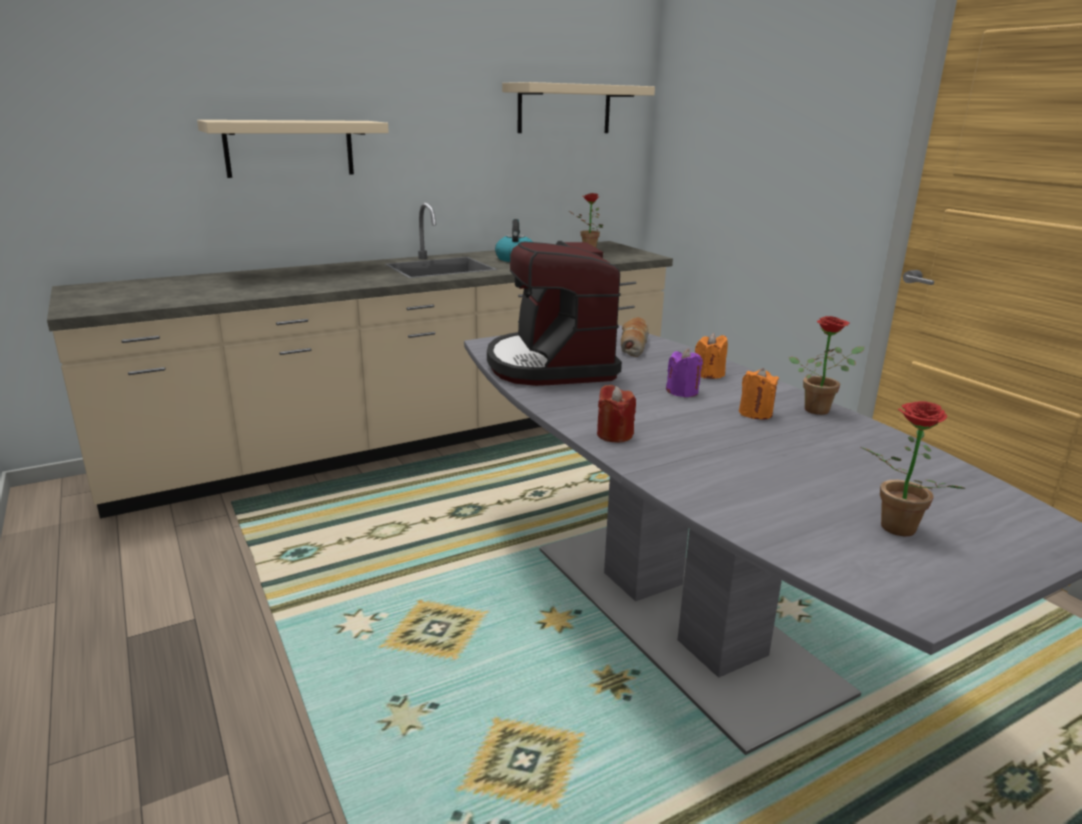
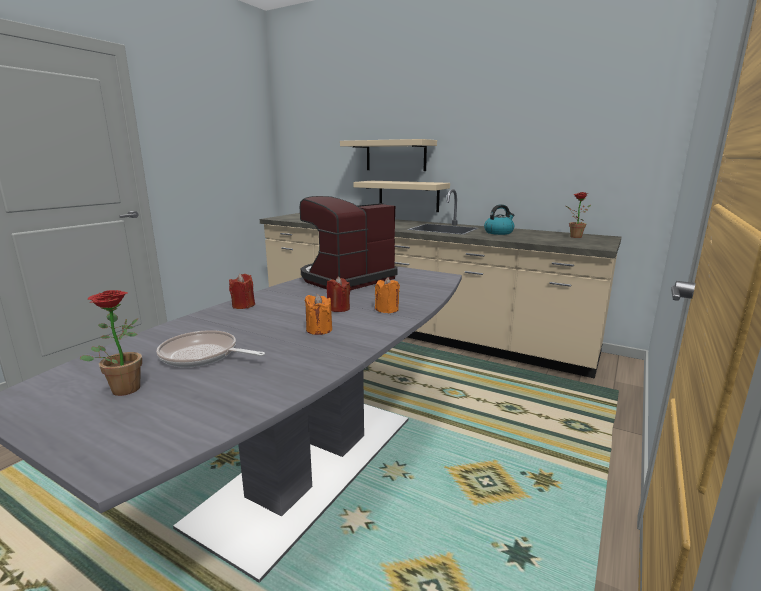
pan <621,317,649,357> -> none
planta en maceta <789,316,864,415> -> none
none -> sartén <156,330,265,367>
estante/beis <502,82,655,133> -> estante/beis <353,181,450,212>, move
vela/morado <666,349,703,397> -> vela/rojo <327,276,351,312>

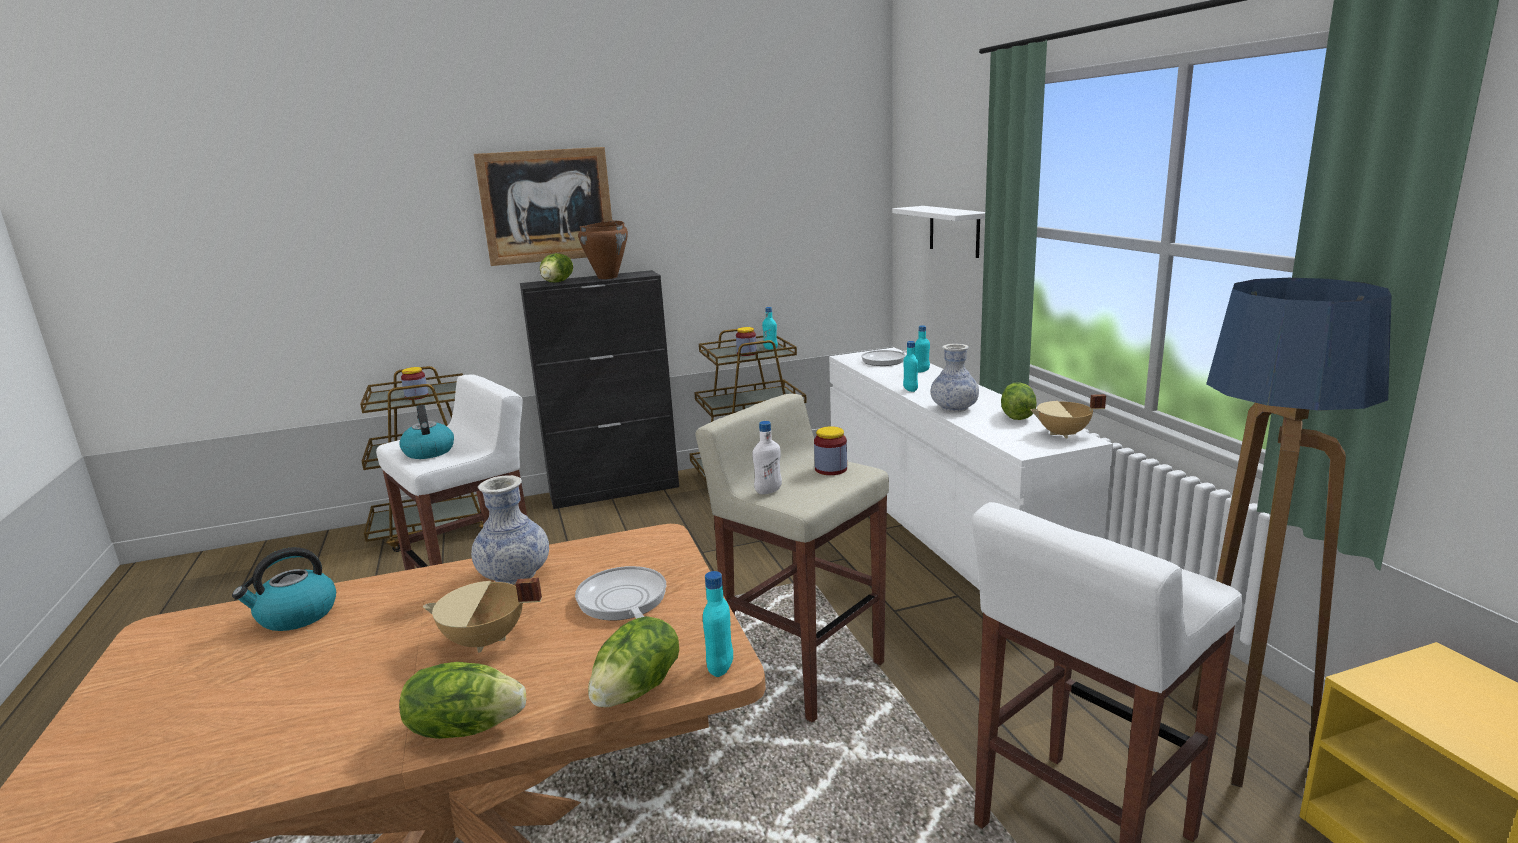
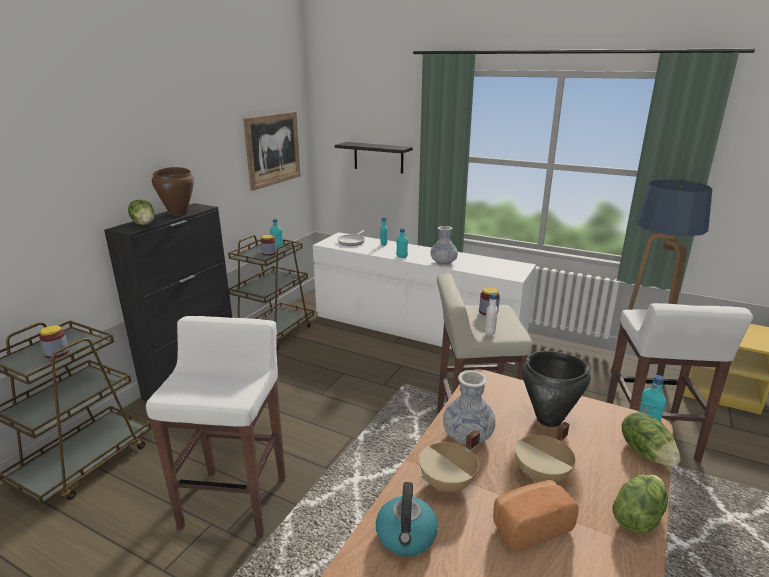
hervidor <399,405,454,459> -> none
lechuga <1001,382,1037,420> -> none
none -> pan <493,480,579,552>
cuadro <474,147,612,266> -> cuadro <243,111,301,191>, move
olla/beis <1031,394,1106,439> -> olla/beis <419,430,480,492>, move
sartén <575,566,666,620> -> olla/negro <522,351,591,427>
estante/blanco <893,206,985,258> -> estante/negro <335,142,413,174>

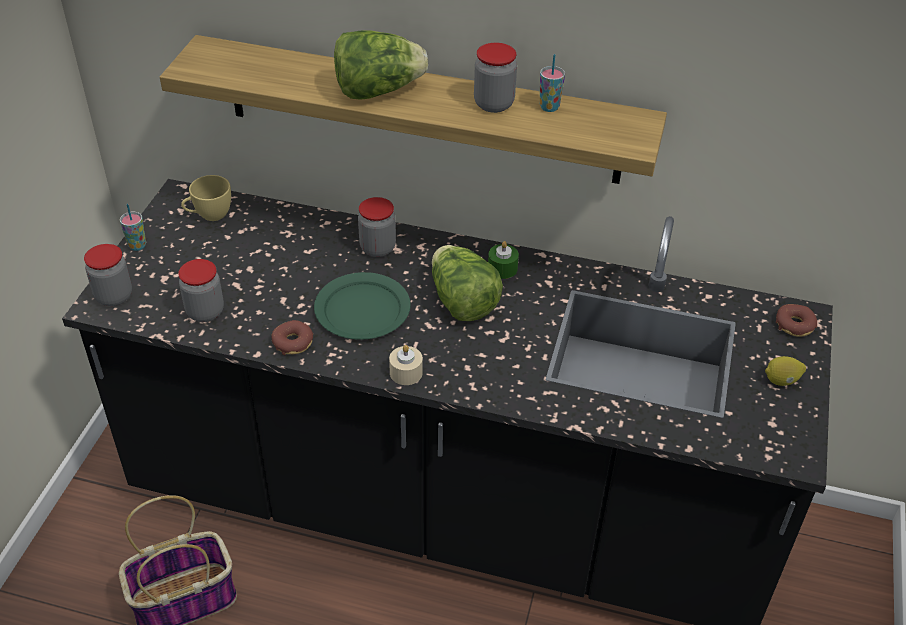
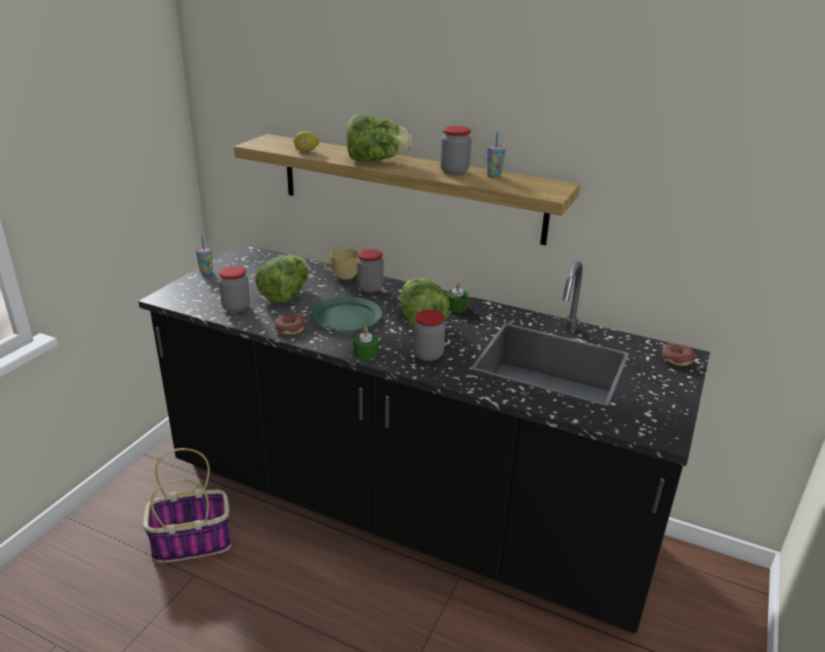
none -> lechuga <255,255,308,304>
tarro <84,244,132,306> -> tarro <413,310,445,361>, move
taza/amarillo <181,175,231,221> -> taza/amarillo <324,248,359,280>, move
limón <765,356,806,386> -> limón <293,131,320,152>, move
vela/beis <389,345,423,385> -> vela/verde <353,327,378,360>

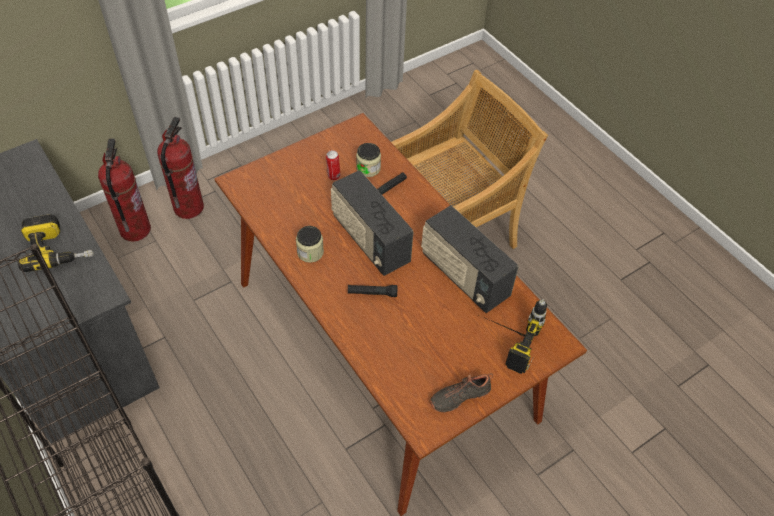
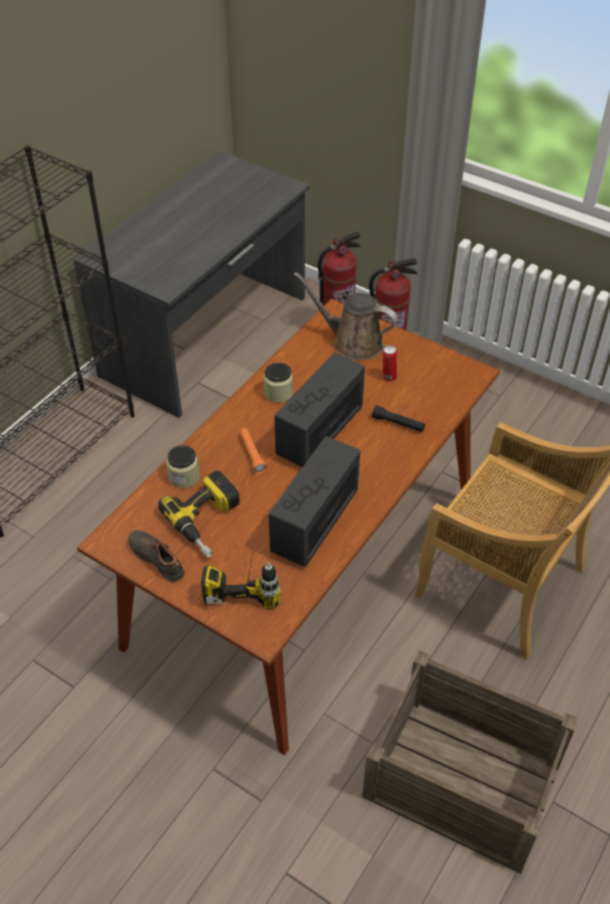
none -> regadera/marrón <294,272,398,360>
none -> caja de embalaje <362,650,579,873>
taladro <18,214,94,272> -> taladro <158,471,240,558>, move
tarro <356,143,381,177> -> tarro <166,445,200,488>, move
linterna/negro <348,285,398,297> -> linterna/naranja <239,428,267,474>

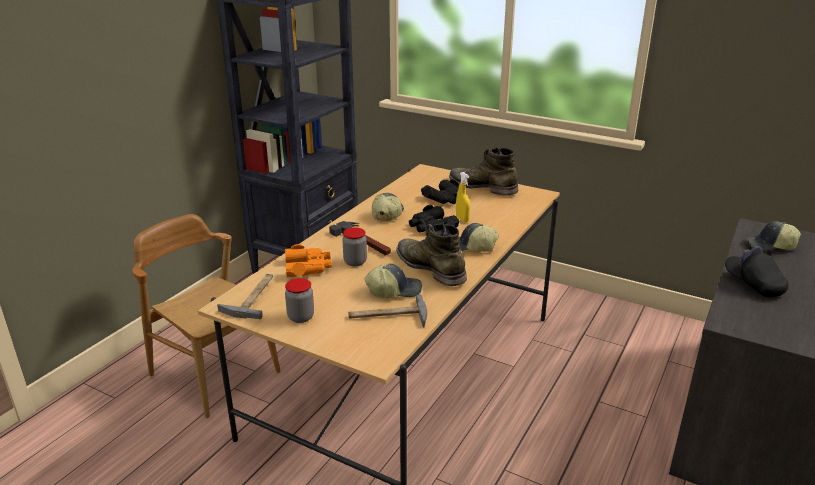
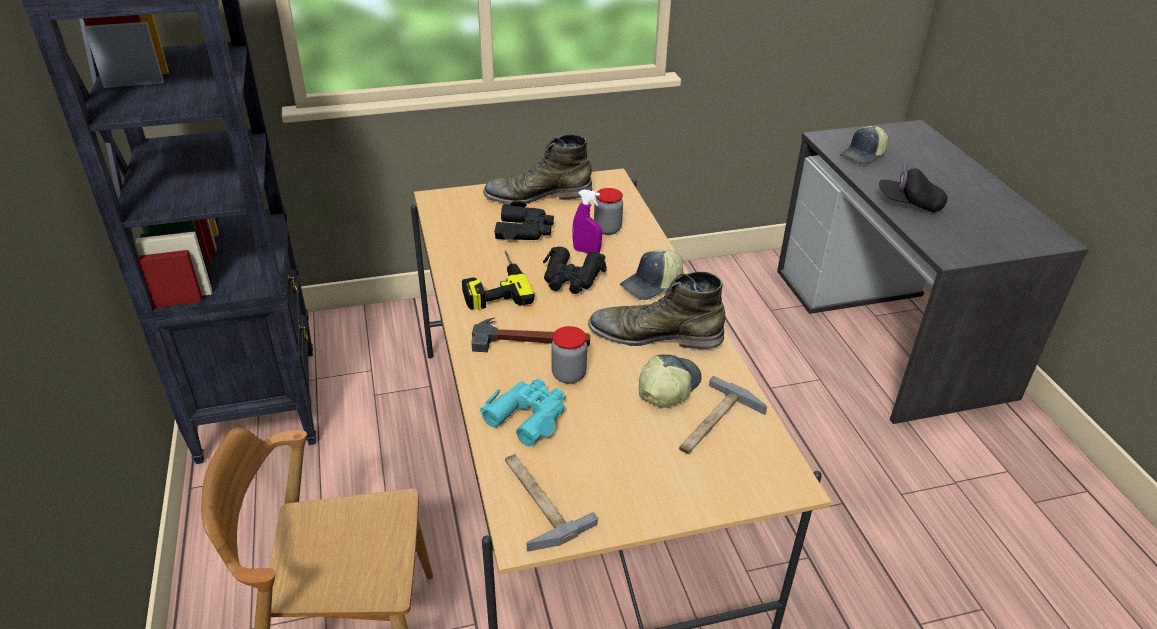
tarro <285,278,314,323> -> tarro <594,188,623,235>, move
gorra <372,193,404,221> -> taladro <462,251,535,310>
prismáticos/naranja <285,244,332,277> -> prismáticos/turquesa <480,379,565,446>
pulverizador/amarillo <456,172,470,222> -> pulverizador/morado <572,190,602,253>

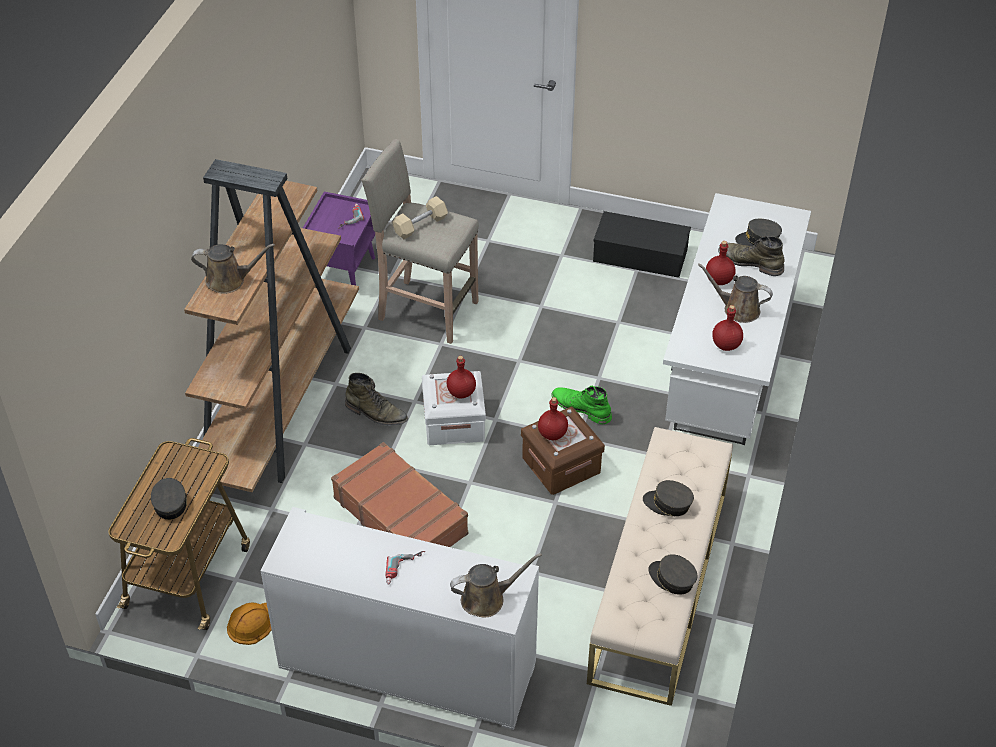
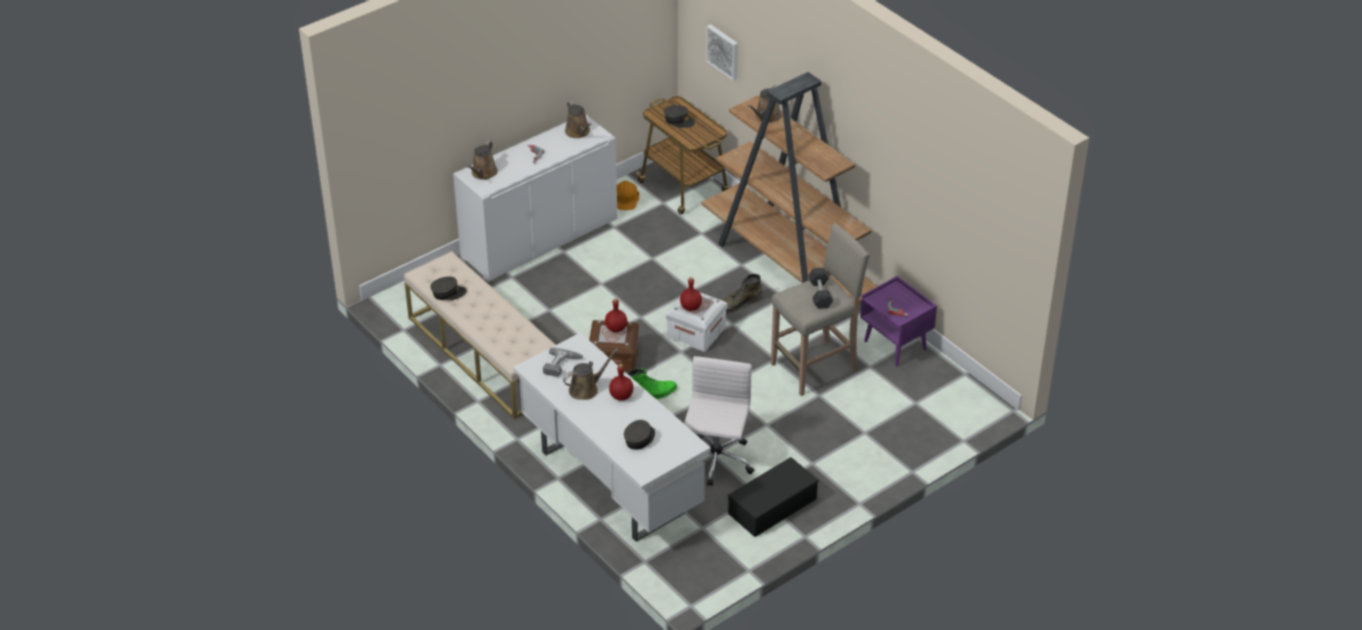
maleta/marrón <331,442,468,547> -> none
gorra/gris <643,480,694,516> -> none
bota/verde <718,236,785,276> -> none
none -> regadera/marrón <565,101,591,138>
none -> silla de oficina/blanco <684,356,754,486>
none -> cuadro <706,24,738,81>
botella/rojo <712,305,743,351> -> taladro <543,348,583,377>
mancuerna/beis <392,196,448,239> -> mancuerna/negro <808,268,833,309>

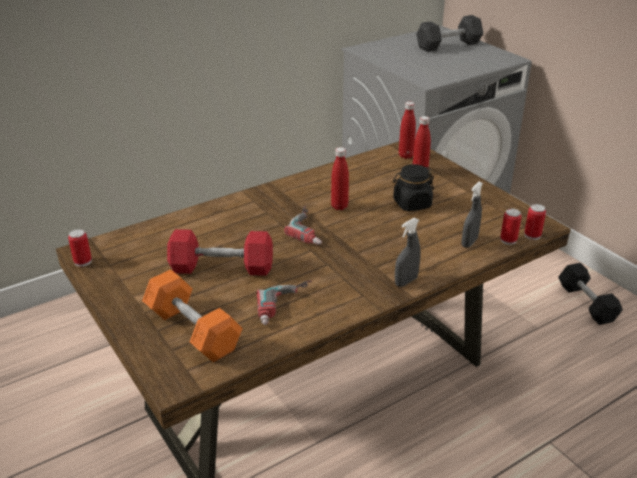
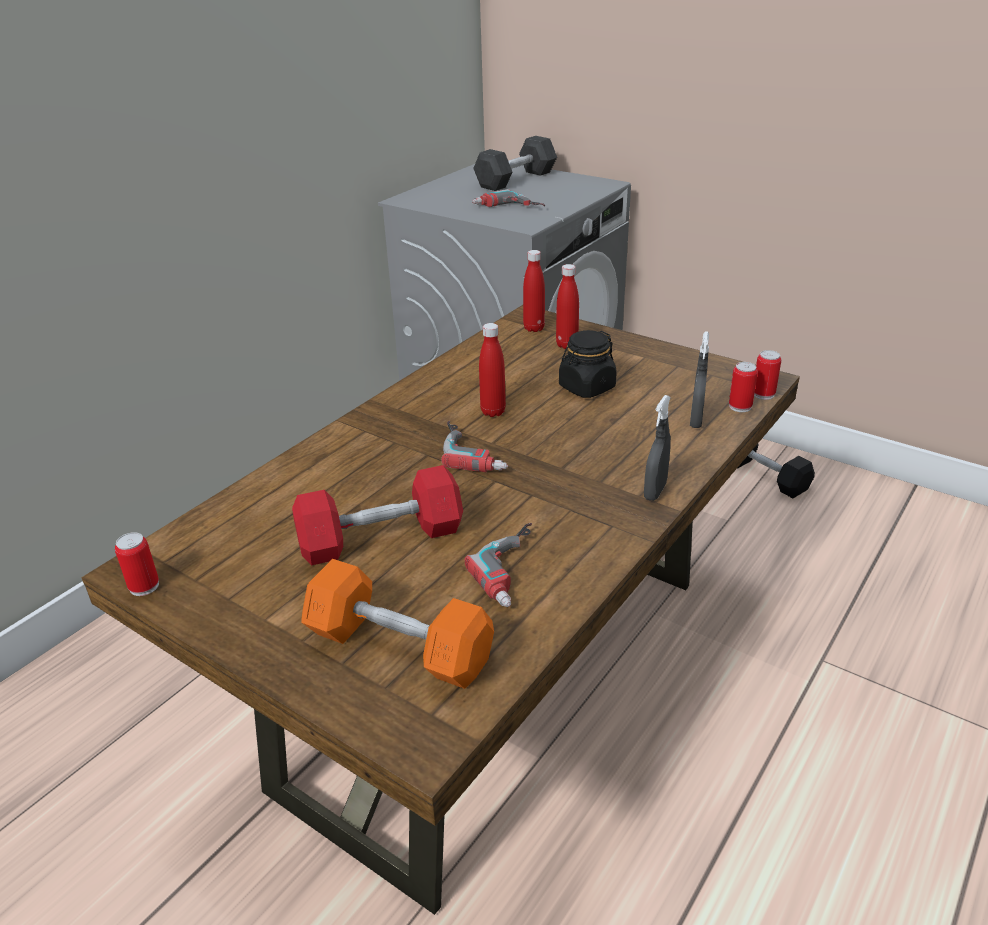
none -> taladro <472,189,545,207>

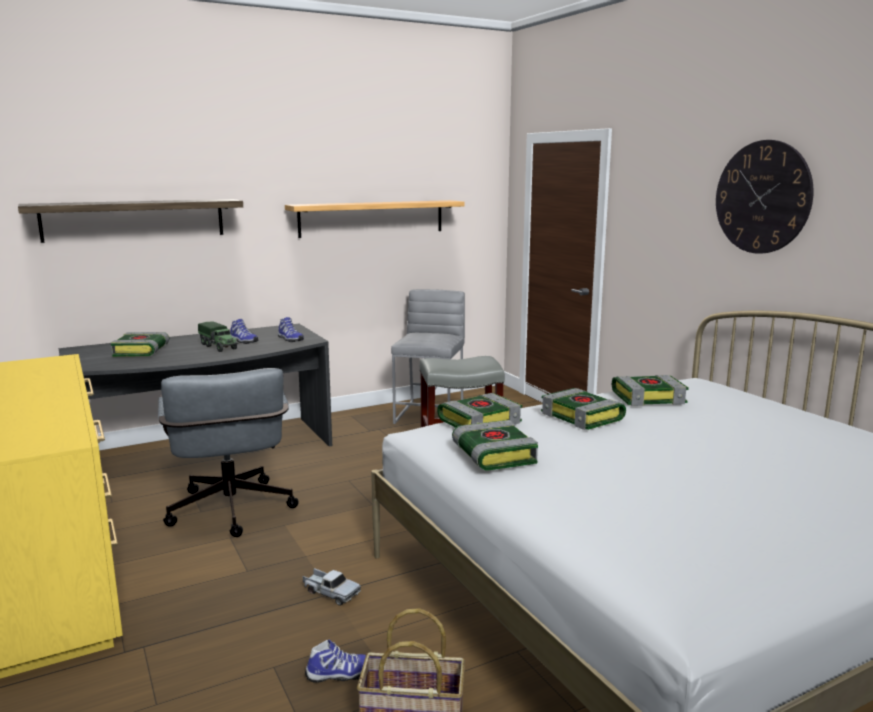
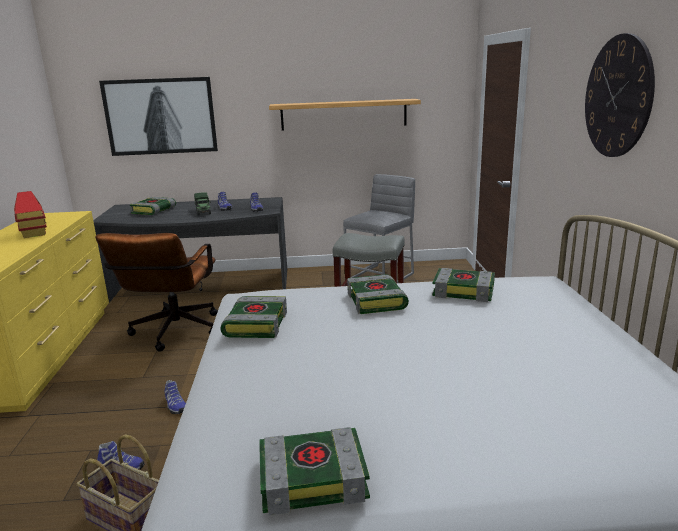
none -> casita <14,191,47,238>
libro <437,393,522,428> -> libro <259,427,370,515>, move
estante <18,199,243,243> -> cuadro <99,77,218,156>
camión de juguete <302,568,361,606> -> zapato <165,380,186,414>
silla de oficina/gris <158,368,299,537> -> silla de oficina/marrón <95,233,218,351>

